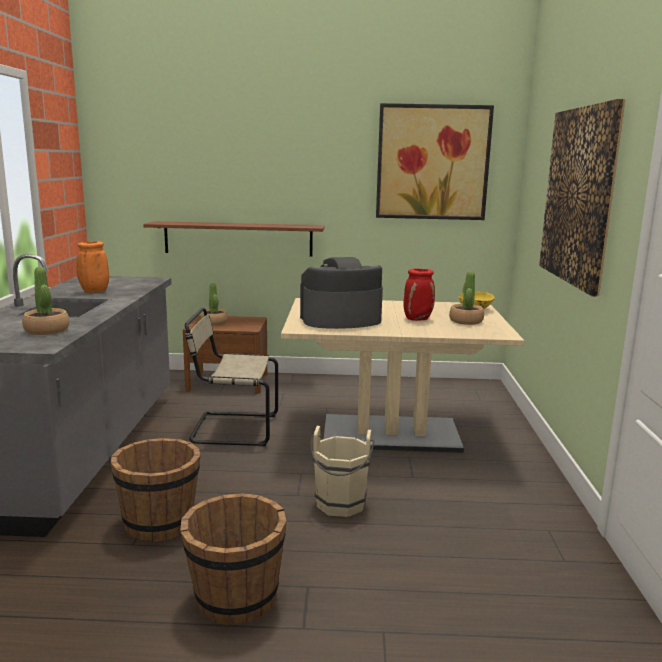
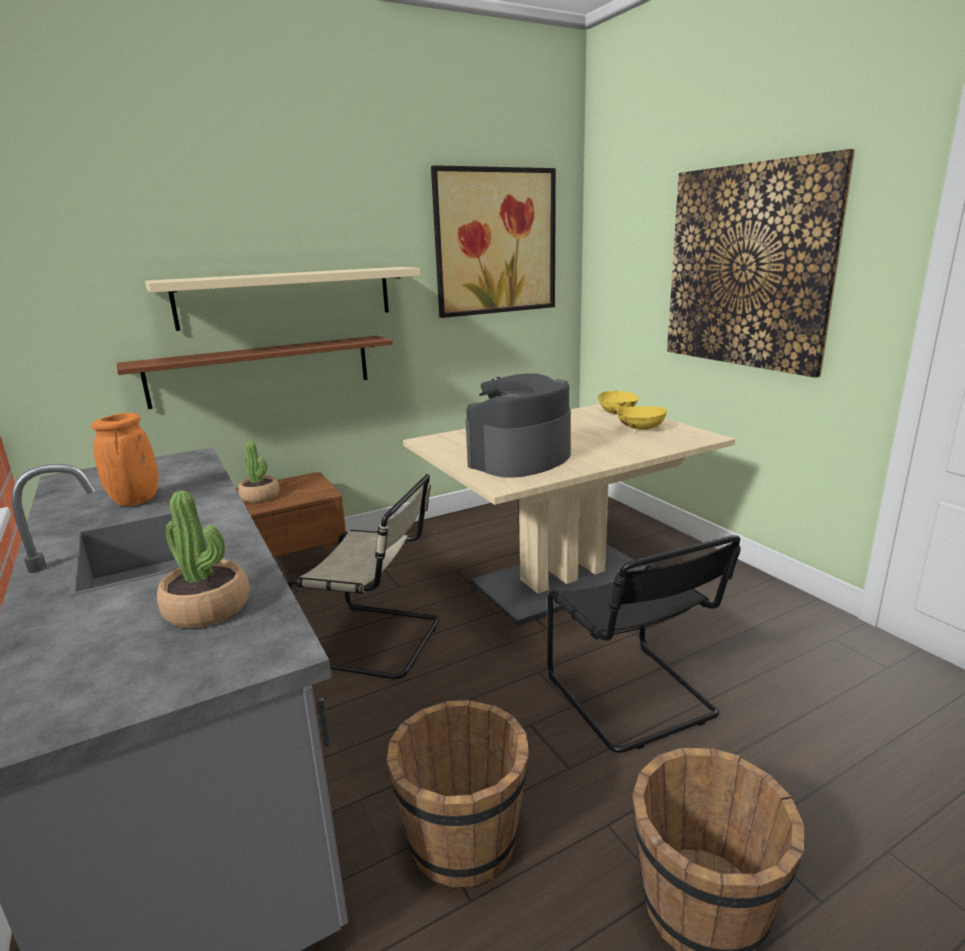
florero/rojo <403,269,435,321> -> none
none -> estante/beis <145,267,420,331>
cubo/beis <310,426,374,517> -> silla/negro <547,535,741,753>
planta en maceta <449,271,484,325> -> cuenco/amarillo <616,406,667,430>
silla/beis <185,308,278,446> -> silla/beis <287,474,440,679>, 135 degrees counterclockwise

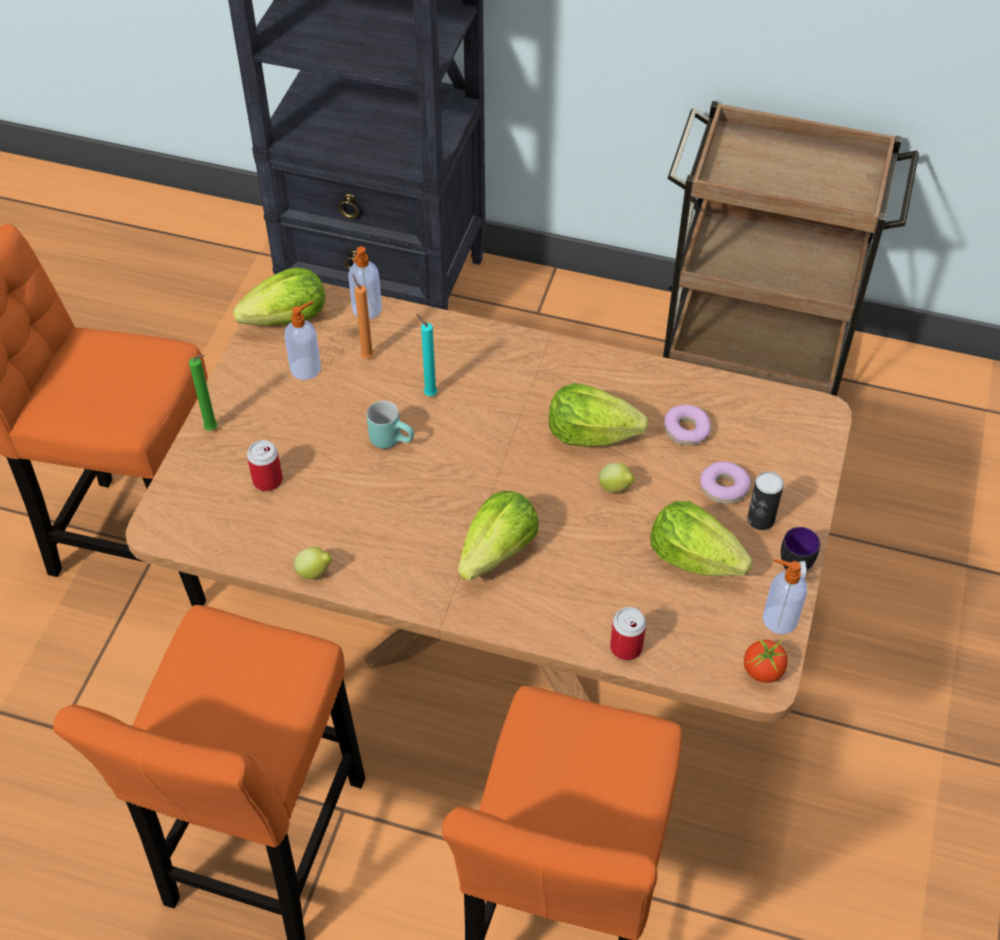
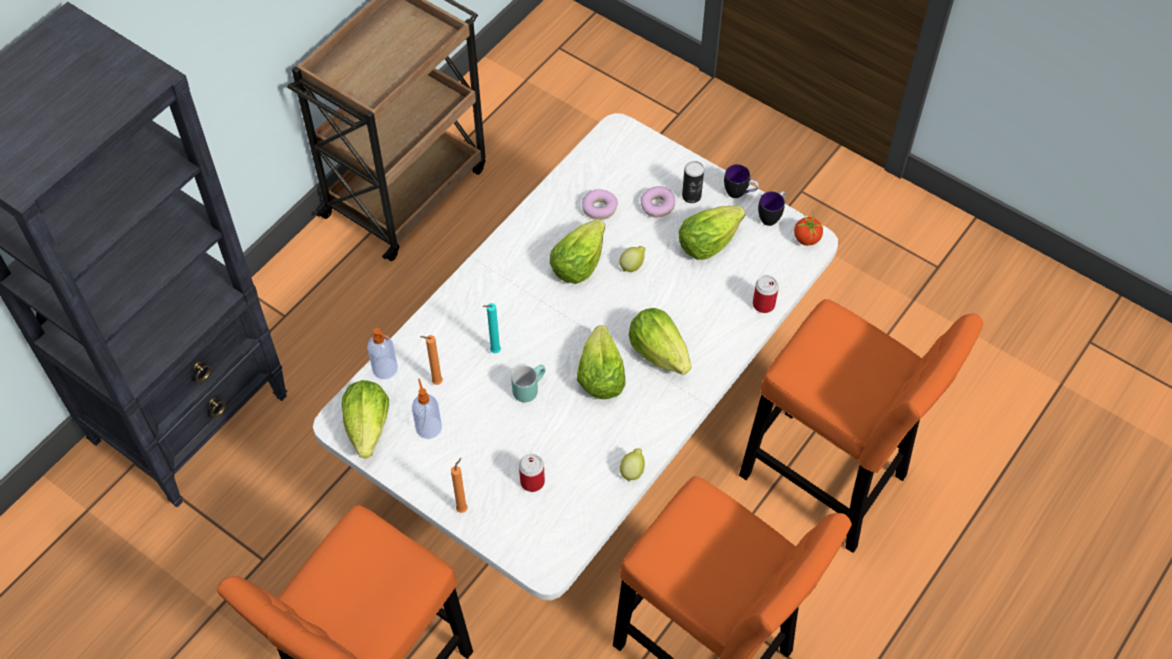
none -> lechuga <577,325,626,399>
dispensador de jabón <763,559,807,634> -> taza grande <758,191,786,226>
mesa de comedor/marrón <126,283,852,723> -> mesa de comedor/blanco <313,113,838,600>
vela/verde <189,355,218,431> -> vela/naranja <451,458,468,513>

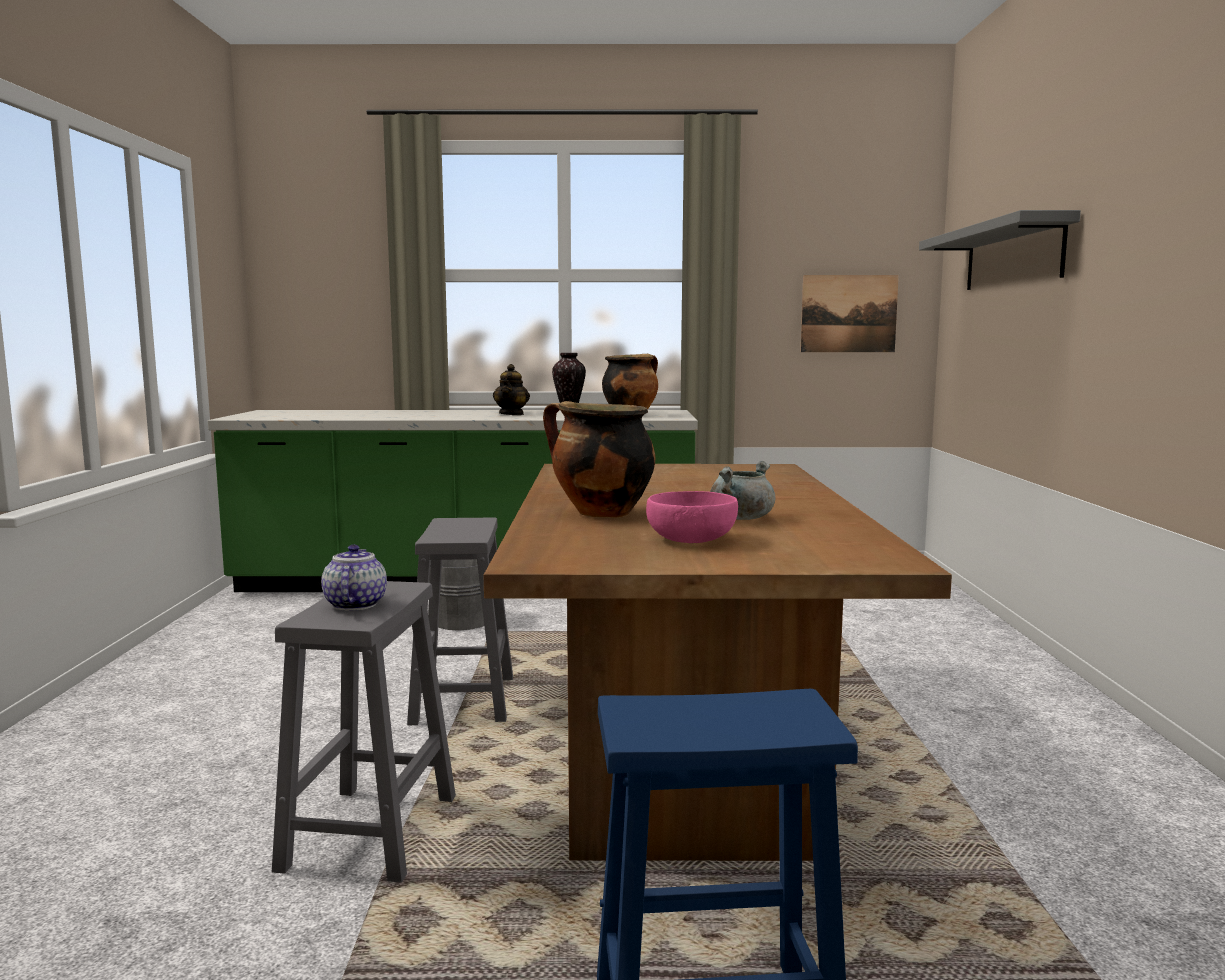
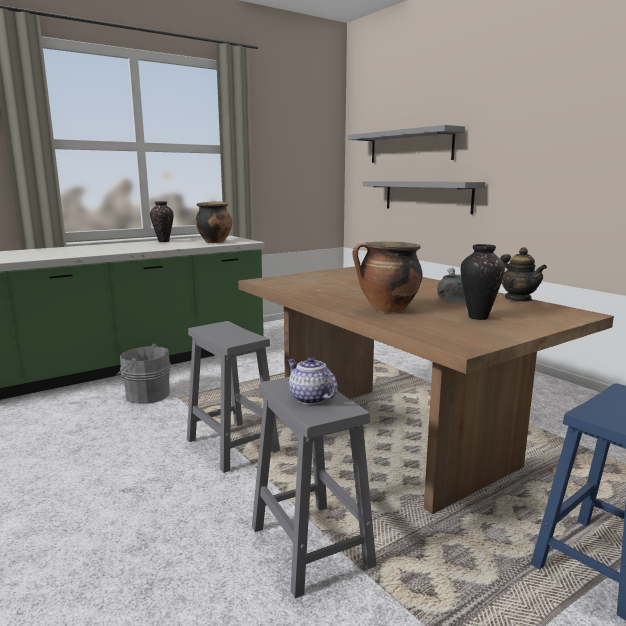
cuadro <801,275,899,352> -> none
none -> estante/gris <363,181,485,214>
tetera <493,364,530,415> -> tetera <500,247,547,302>, move
cuenco/rosa <646,491,738,543> -> florero <461,244,505,320>

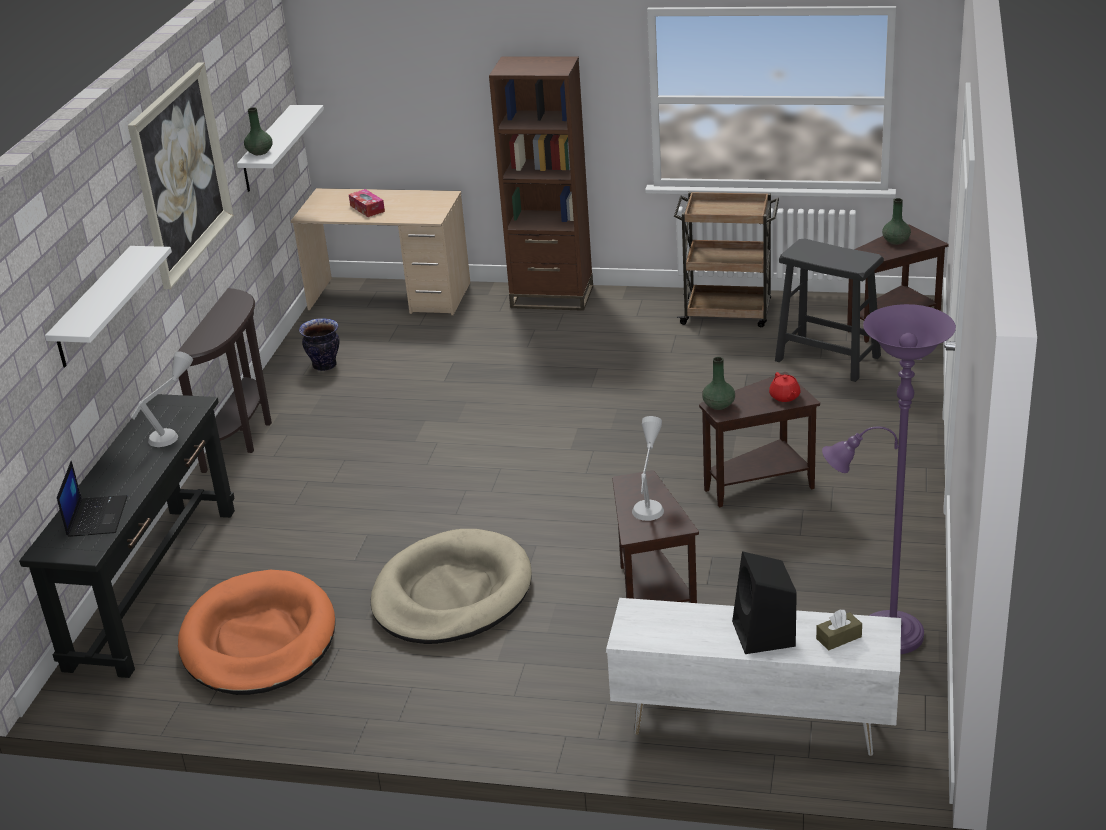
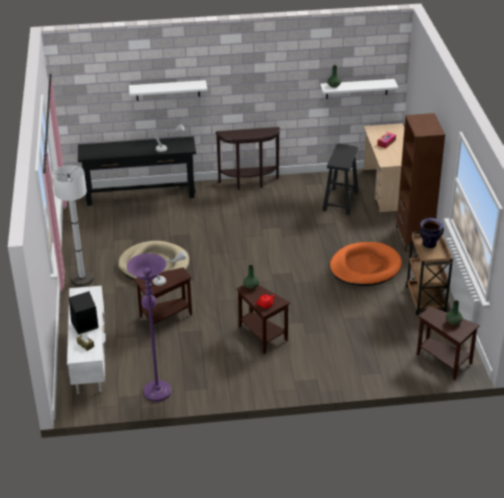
portátil <57,461,128,537> -> none
cuadro <128,62,234,289> -> none
none -> lámpara de pie/blanco <52,165,93,286>
cama para perro/naranja <178,570,335,695> -> cama para perro/naranja <330,242,402,286>, move
florero <299,318,339,371> -> florero <418,218,444,248>, move
taburete/negro <775,239,884,382> -> taburete/negro <322,144,359,215>, move

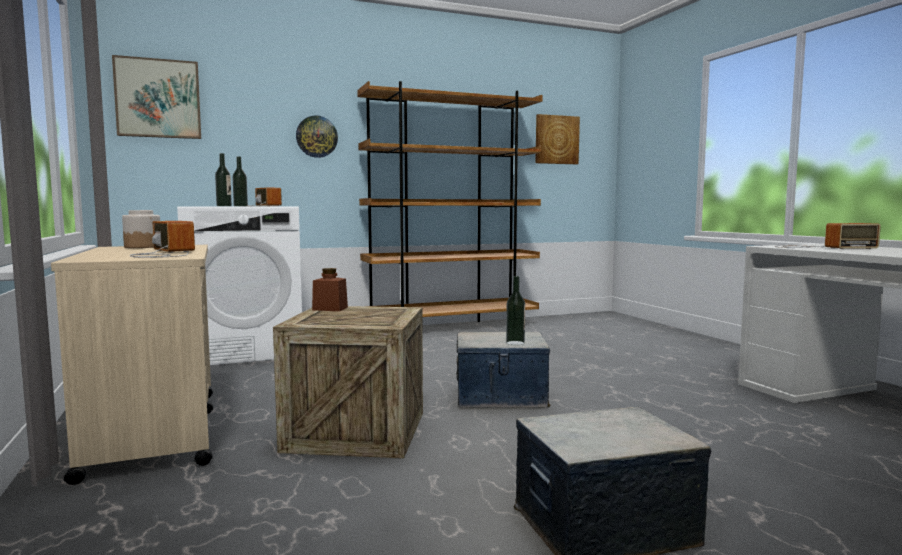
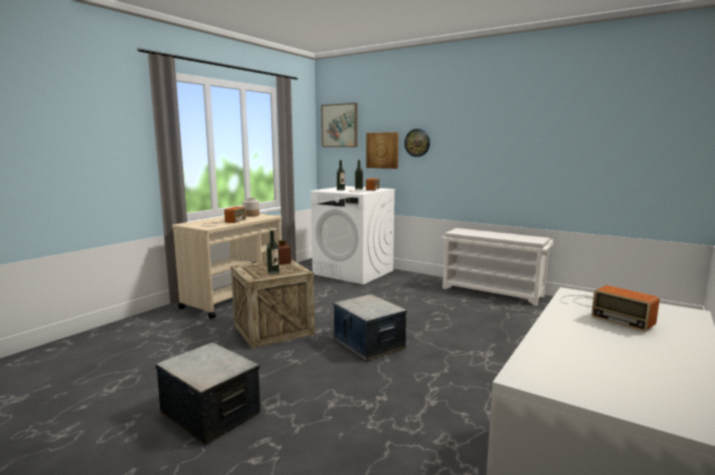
botella <506,276,525,345> -> botella <266,230,280,275>, move
cuadro <535,114,580,164> -> cuadro <366,132,398,169>, move
estantería/marrón <357,81,543,322> -> zapatero/blanco <441,228,553,306>

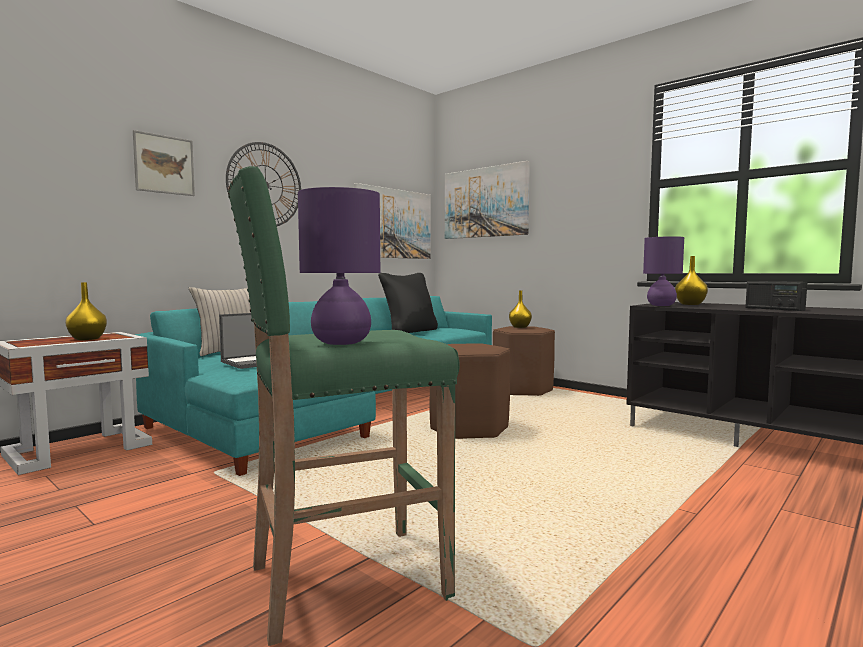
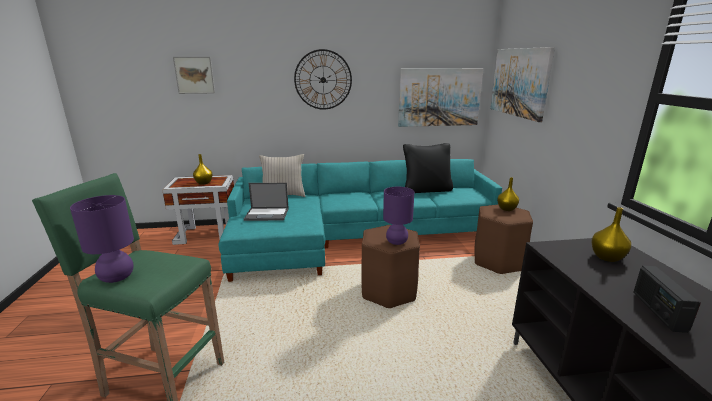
cuadro <133,130,195,196> -> cuadro <173,57,215,94>, move
lámpara de mesa/morado <643,236,684,306> -> lámpara de mesa/morado <383,186,414,245>, move

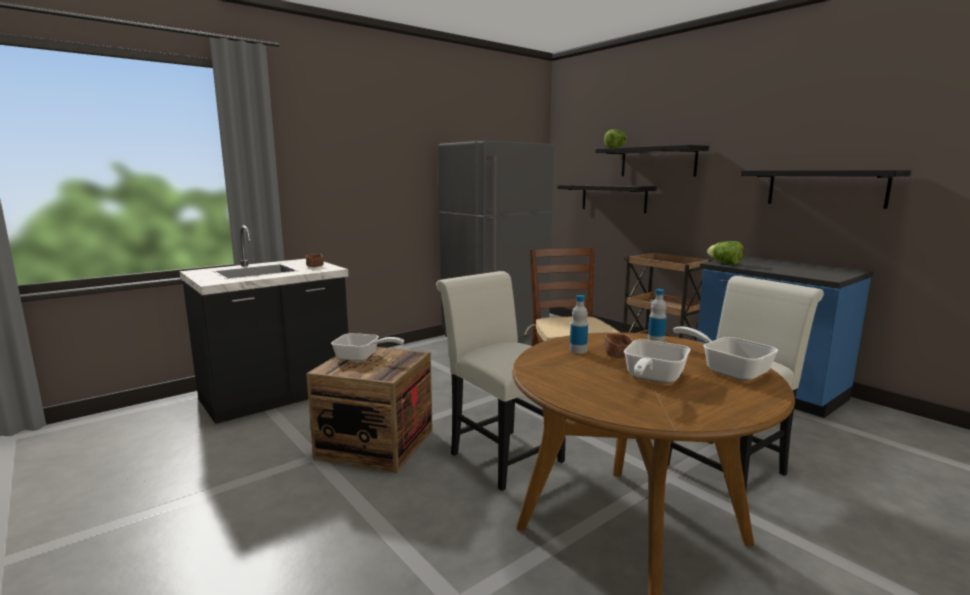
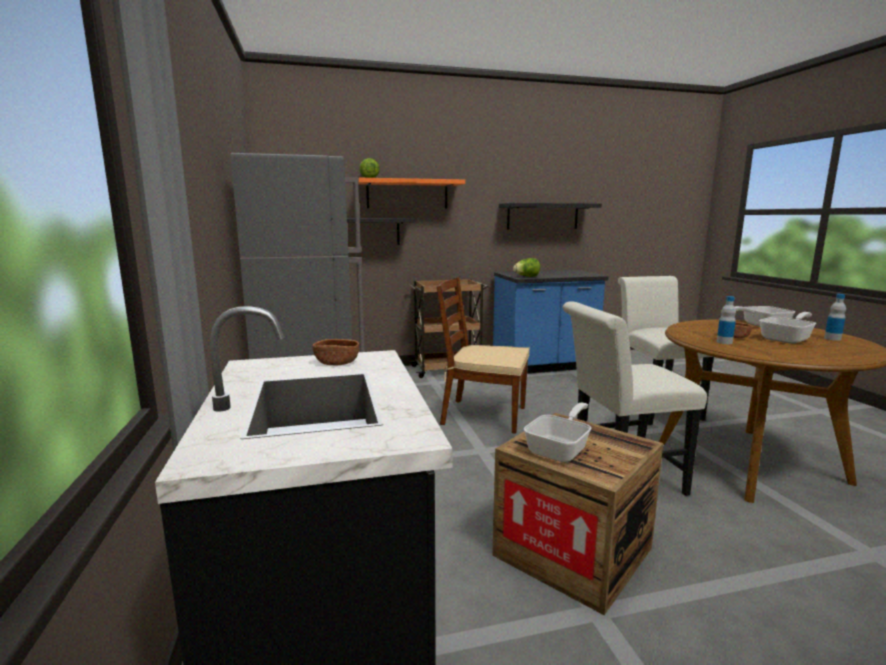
botella <648,289,667,342> -> botella <824,294,846,341>, move
estante/negro <595,145,709,177> -> estante/naranja <359,178,465,209>
sartén <624,339,691,383> -> sartén <759,312,816,344>, 90 degrees counterclockwise

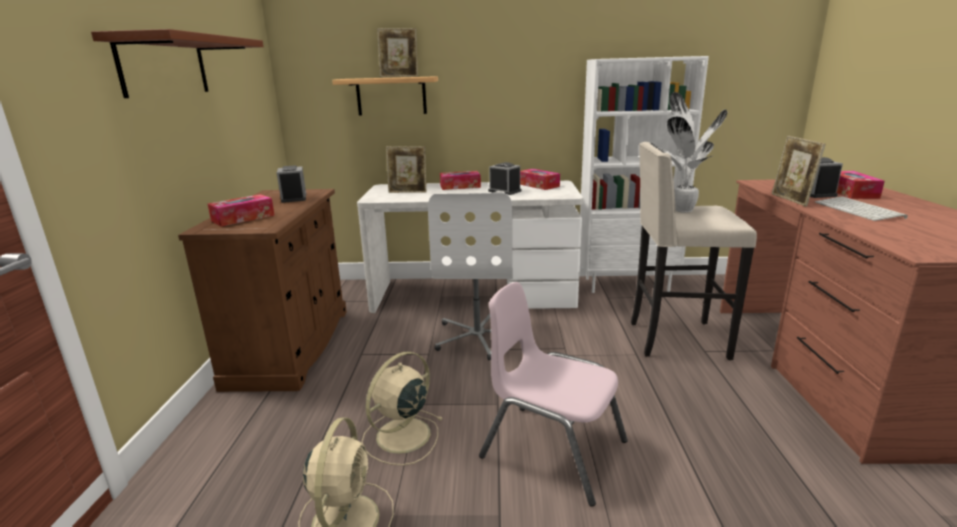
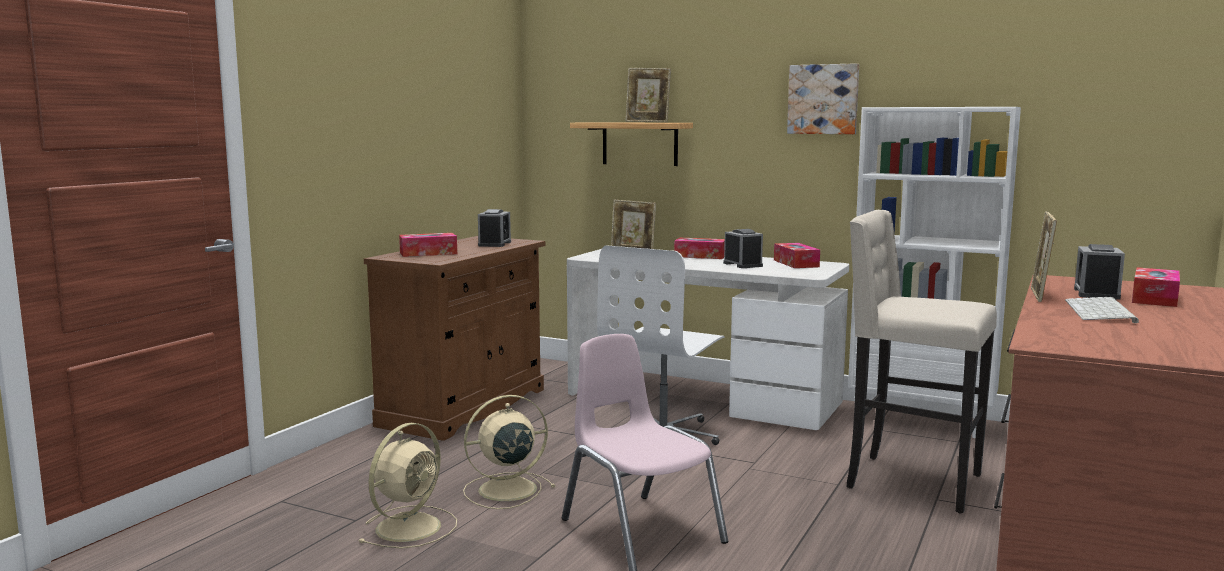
estante/marrón <91,29,264,98> -> none
planta en maceta <650,92,727,213> -> none
none -> cuadro <787,63,859,134>

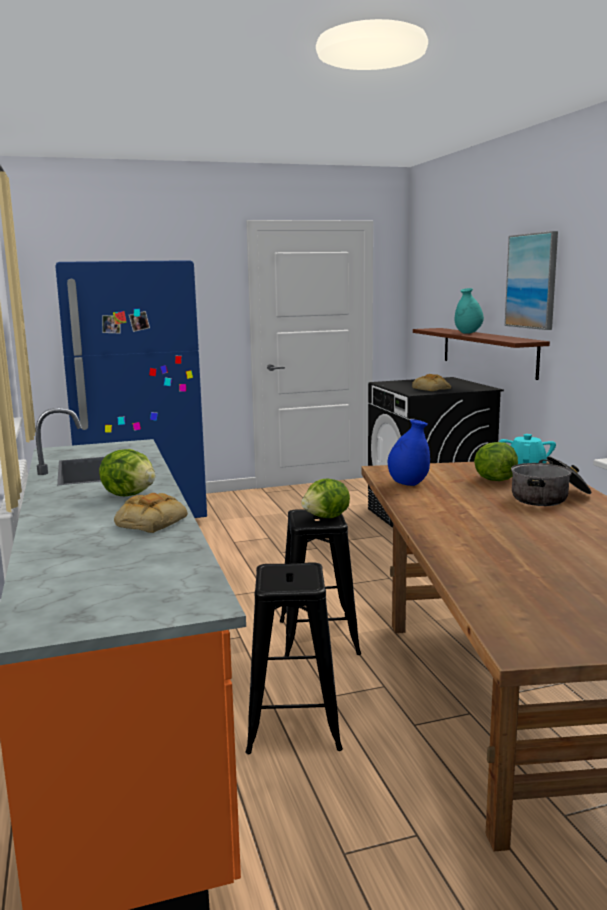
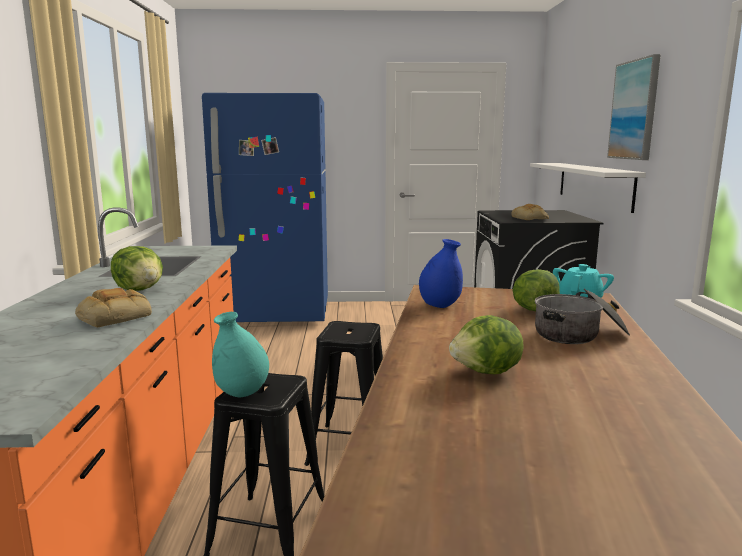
lechuga <301,478,350,518> -> lechuga <449,315,524,374>, move
florero/turquesa <455,288,484,334> -> florero/turquesa <212,312,269,397>, move
estante/marrón <413,328,550,380> -> estante/blanco <530,163,646,213>

